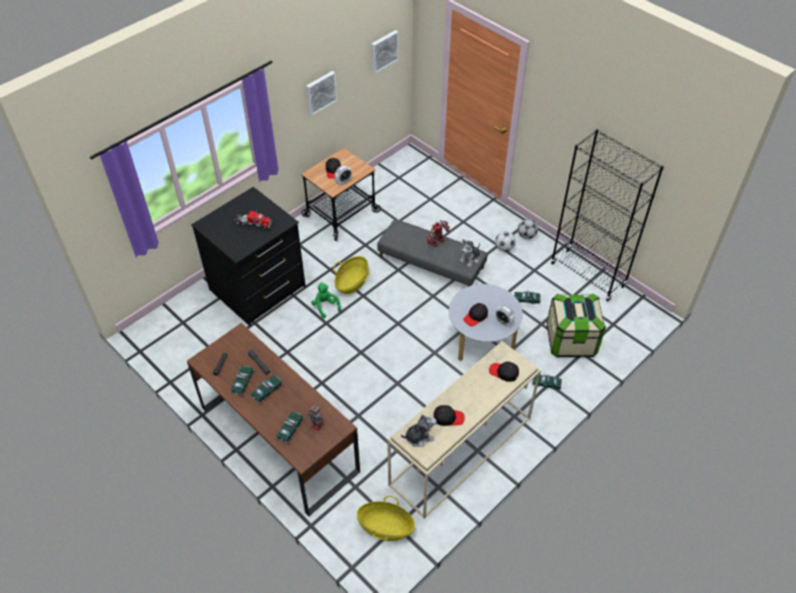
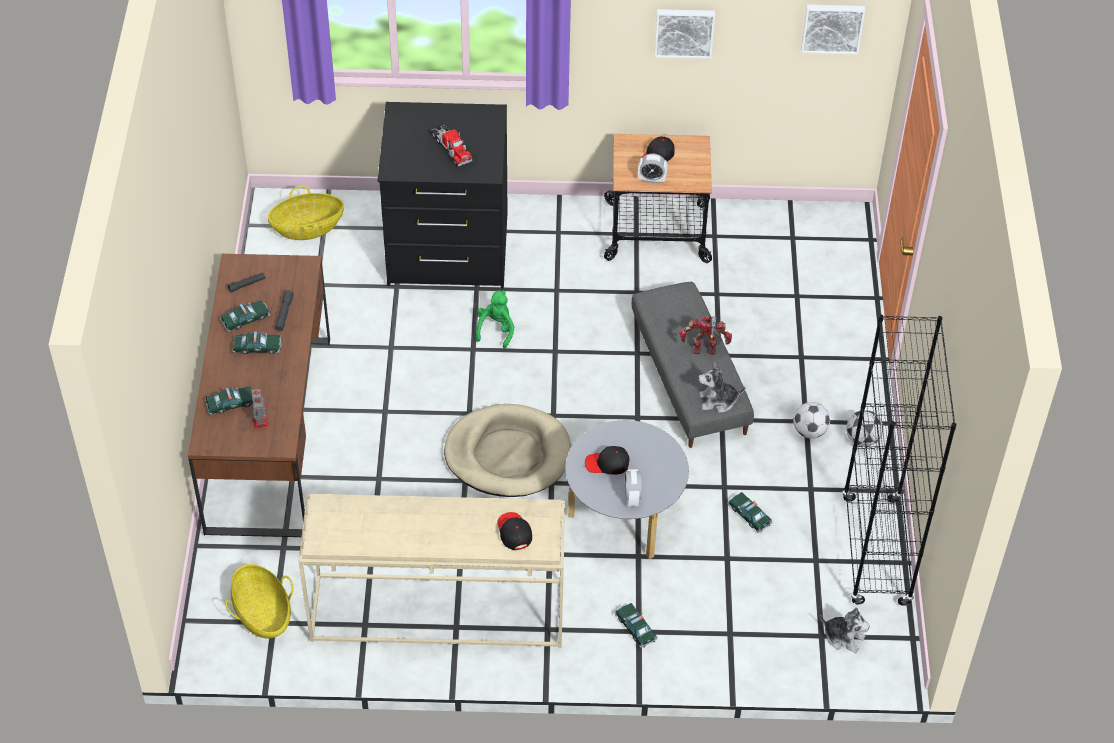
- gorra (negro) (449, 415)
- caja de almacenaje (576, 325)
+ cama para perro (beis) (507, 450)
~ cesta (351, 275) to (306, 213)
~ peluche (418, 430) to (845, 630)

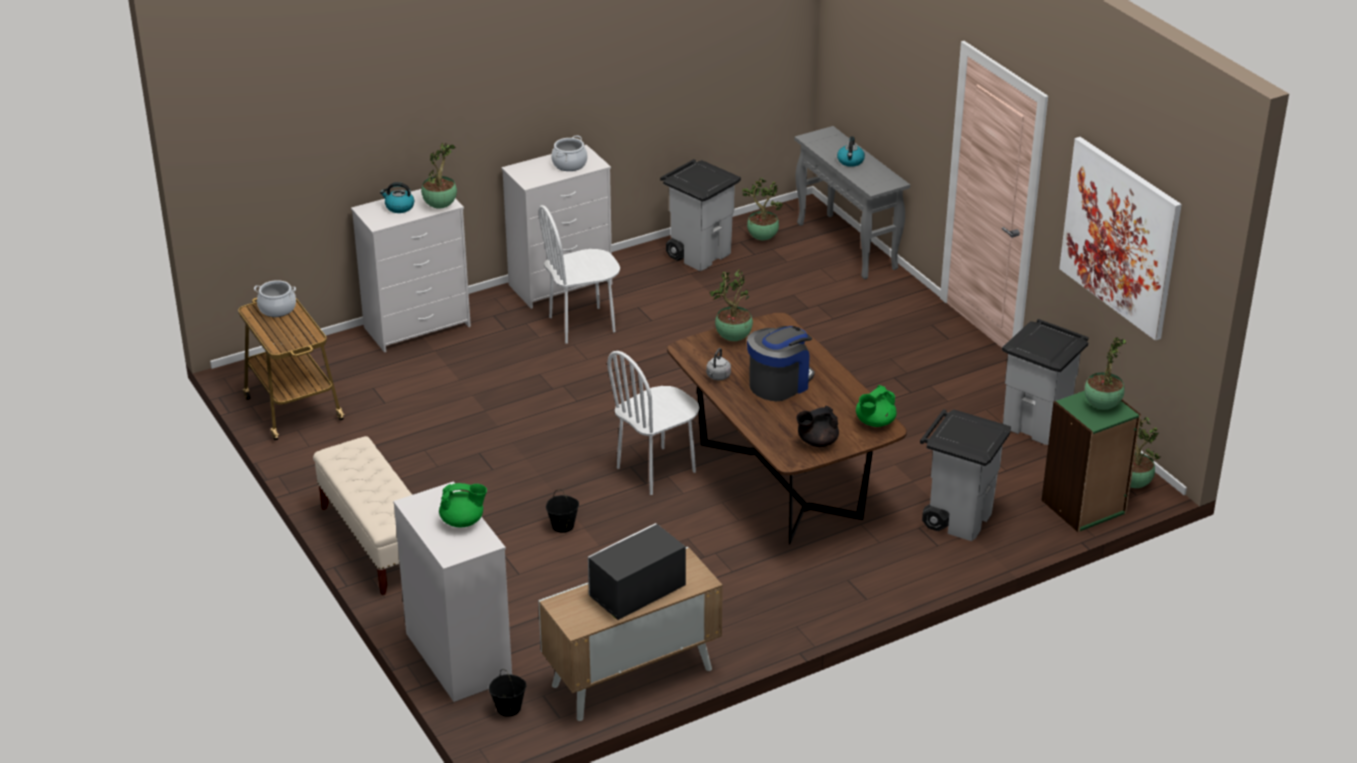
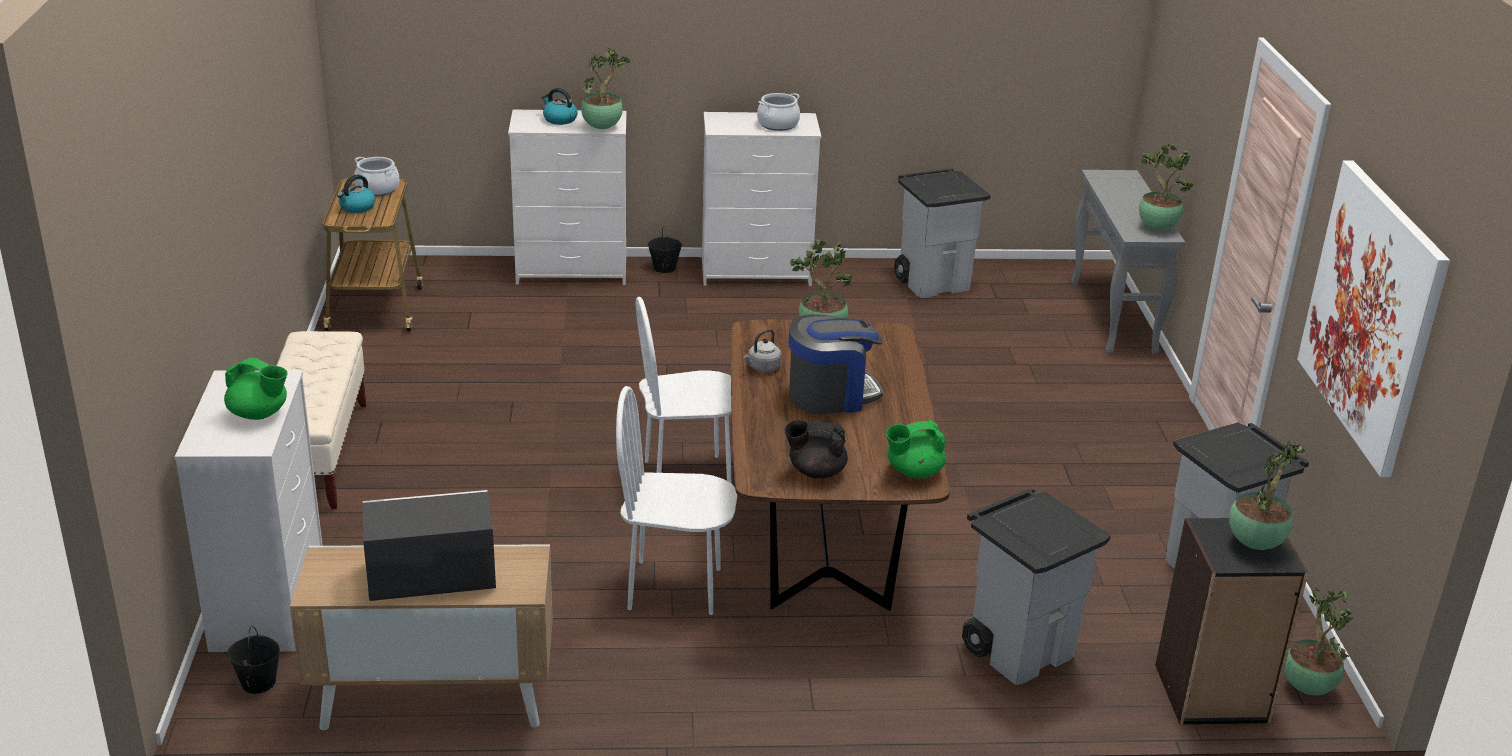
~ silla (blanco) (579, 274) to (676, 500)
~ cubo (negro) (562, 511) to (664, 249)
~ planta en maceta (762, 209) to (1166, 186)
~ hervidor (851, 152) to (356, 194)
~ estantería (verde) (1091, 461) to estantería (negro) (1232, 621)

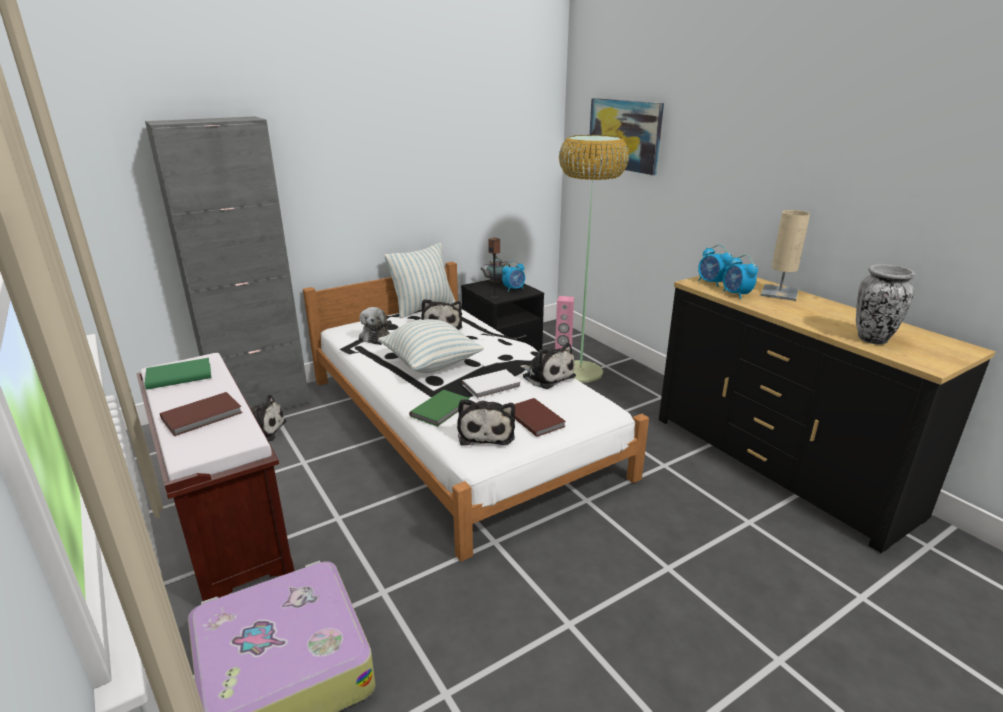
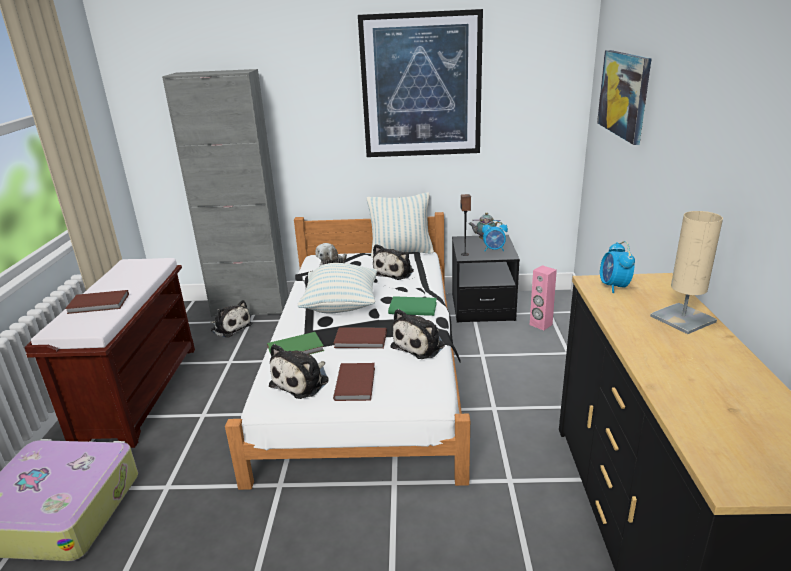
- lámpara de pie (594, 258)
- despertador (740, 277)
- florero (885, 304)
+ cuadro (420, 83)
~ libro (verde) (178, 374) to (412, 306)
~ libro (blanco) (491, 383) to libro (marrón) (360, 338)
~ peluche (548, 366) = (418, 334) 45 degrees clockwise

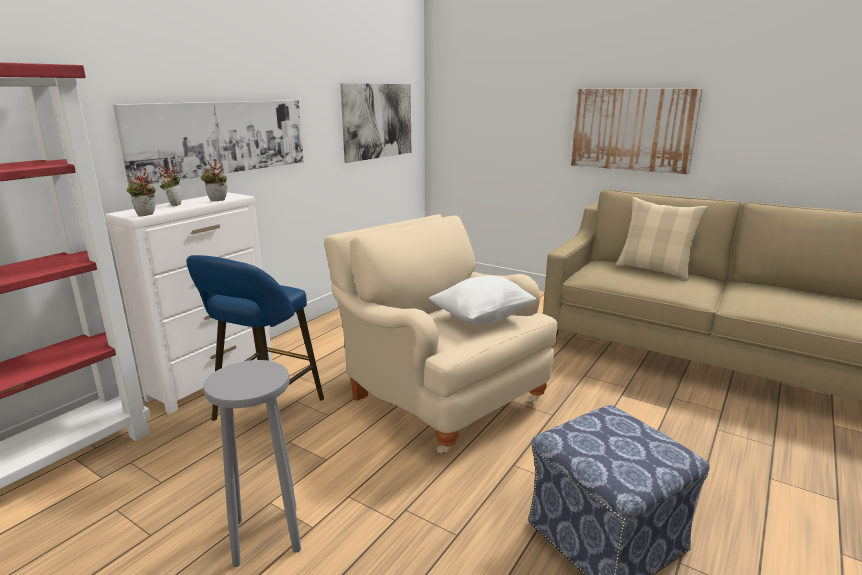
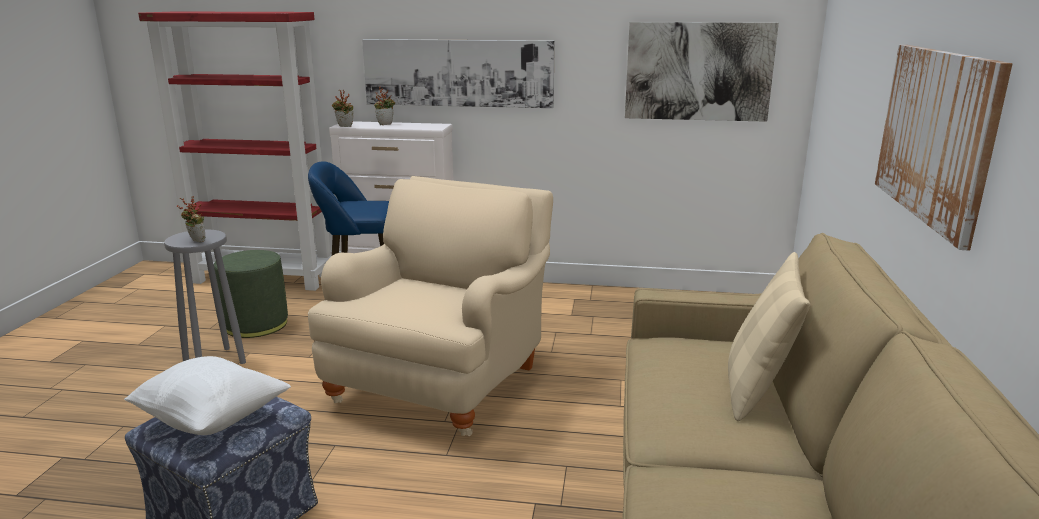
+ puf (verde) (251, 294)
~ planta en maceta (214, 180) to (191, 219)
~ cojín (blanco) (482, 299) to (207, 395)

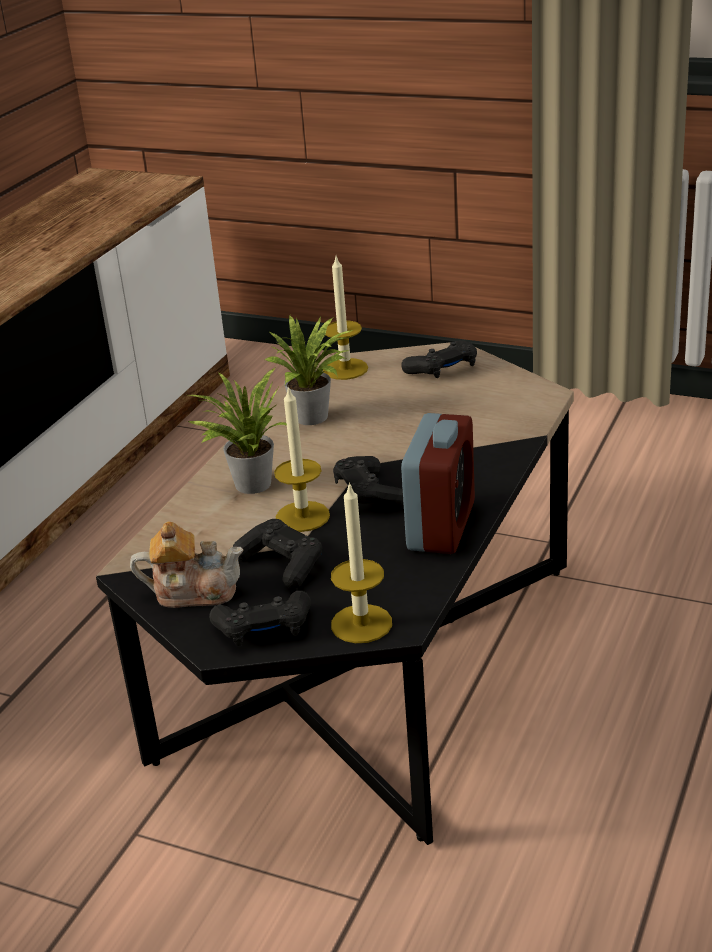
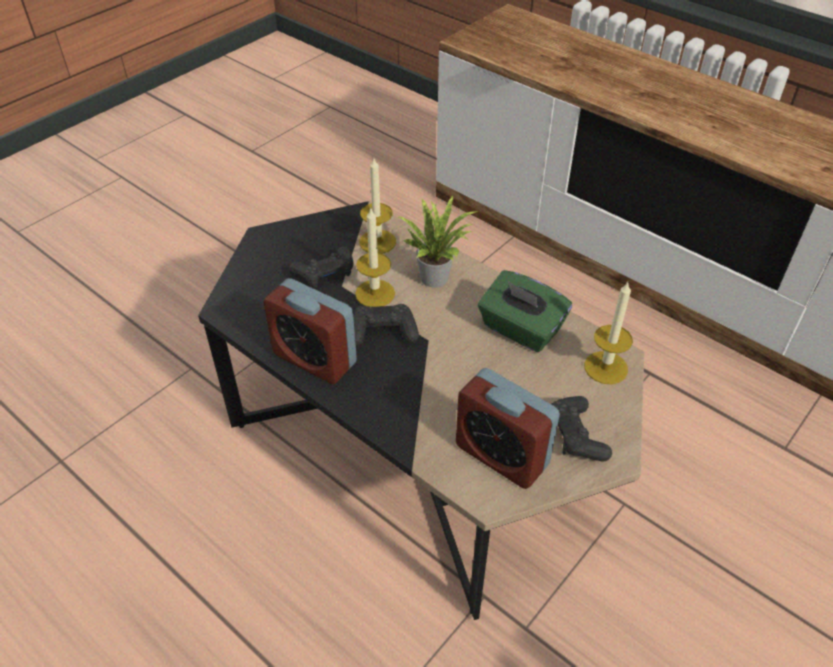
- tetera (186, 564)
- mando de consola (negro) (260, 618)
+ despertador (508, 428)
~ vela (361, 562) to (377, 206)
~ planta en maceta (309, 370) to caja de pañuelos (verde) (525, 311)

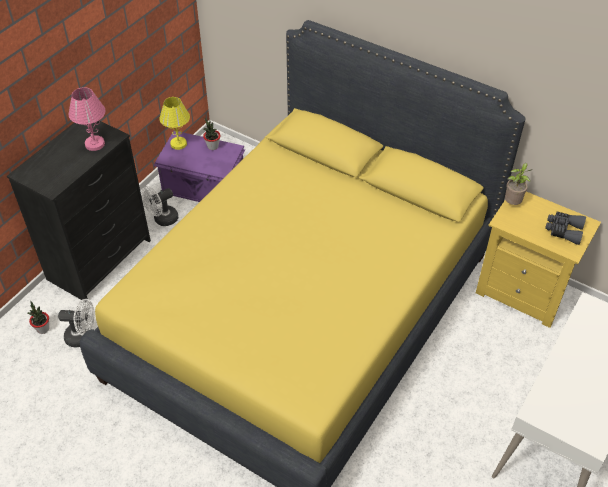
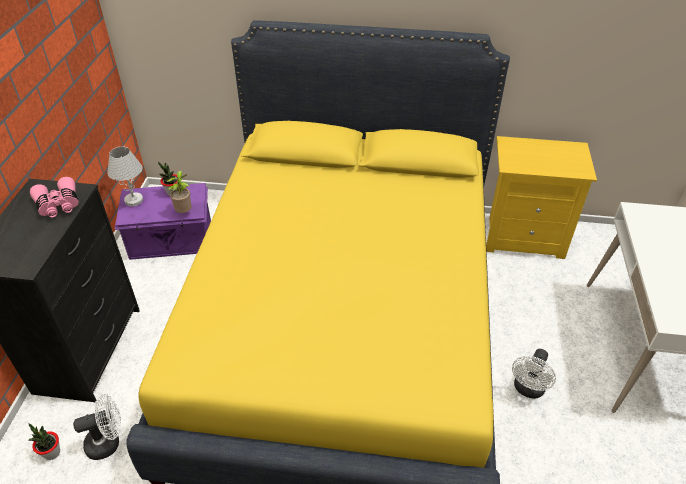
- prismáticos (gris) (565, 228)
~ ventilador (blanco) (159, 206) to (534, 374)
~ planta en maceta (518, 184) to (179, 191)
~ lámpara de mesa (rosa) (87, 119) to prismáticos (rosa) (54, 197)
~ lámpara de mesa (amarillo) (174, 123) to lámpara de mesa (blanco) (125, 176)

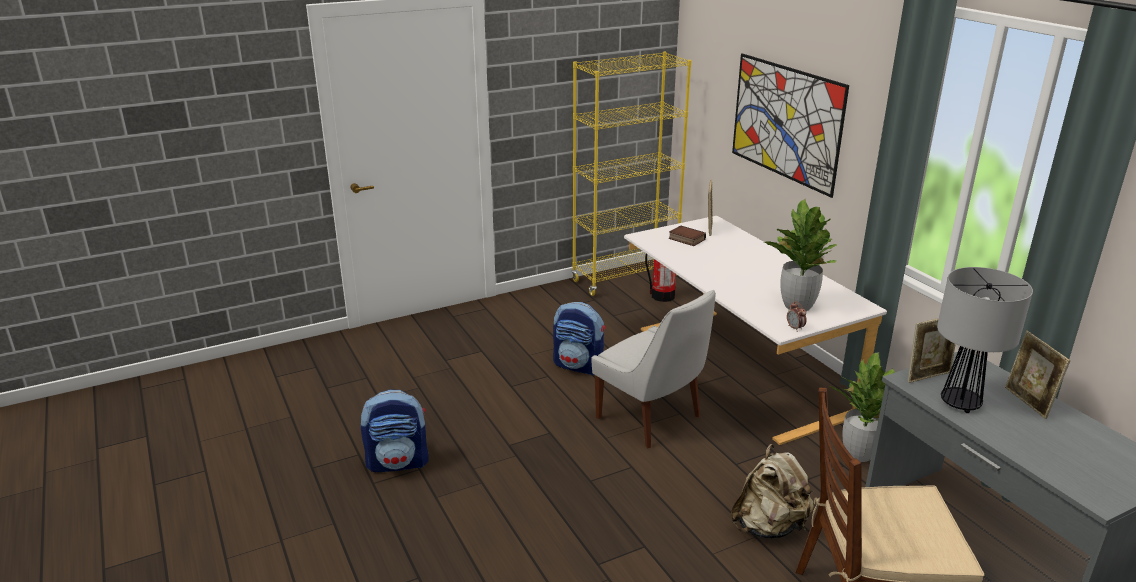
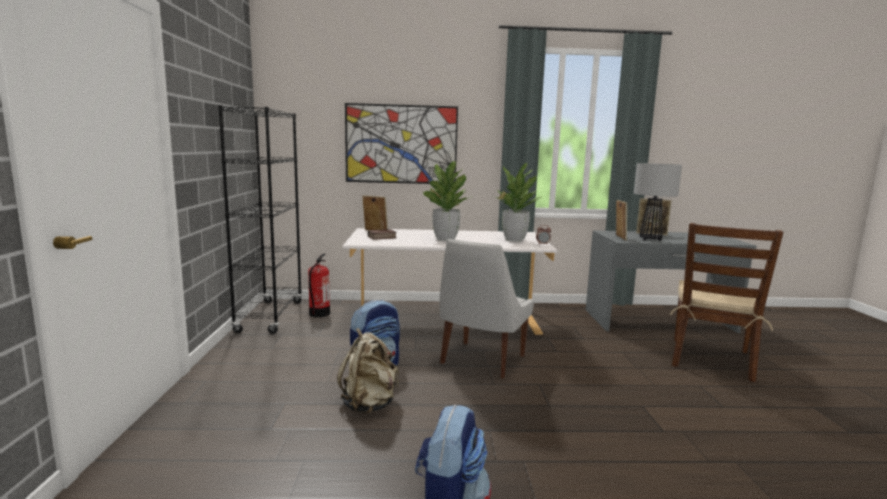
~ mochila (beis) (772, 491) to (368, 371)
~ planta en maceta (862, 407) to (448, 201)
~ estantería (amarillo) (632, 173) to estantería (negro) (260, 219)
~ silla (blanco) (654, 369) = (486, 309) 135 degrees clockwise

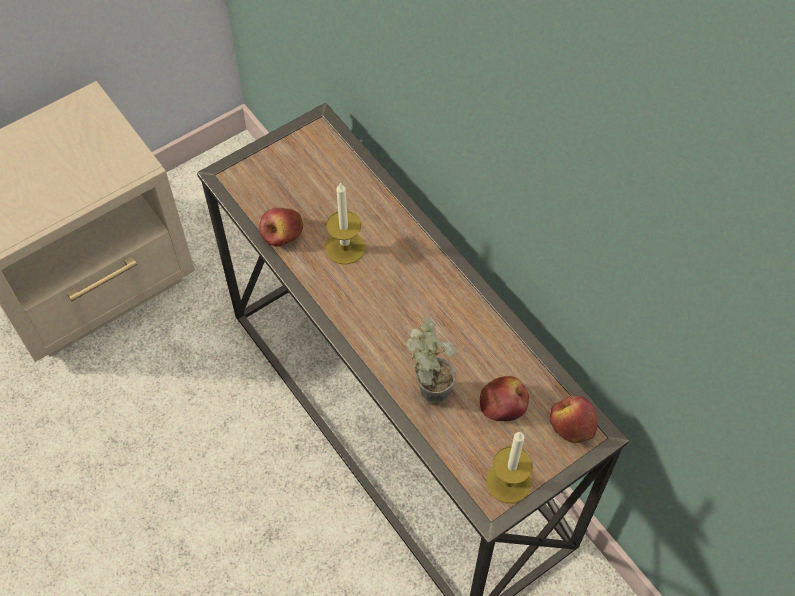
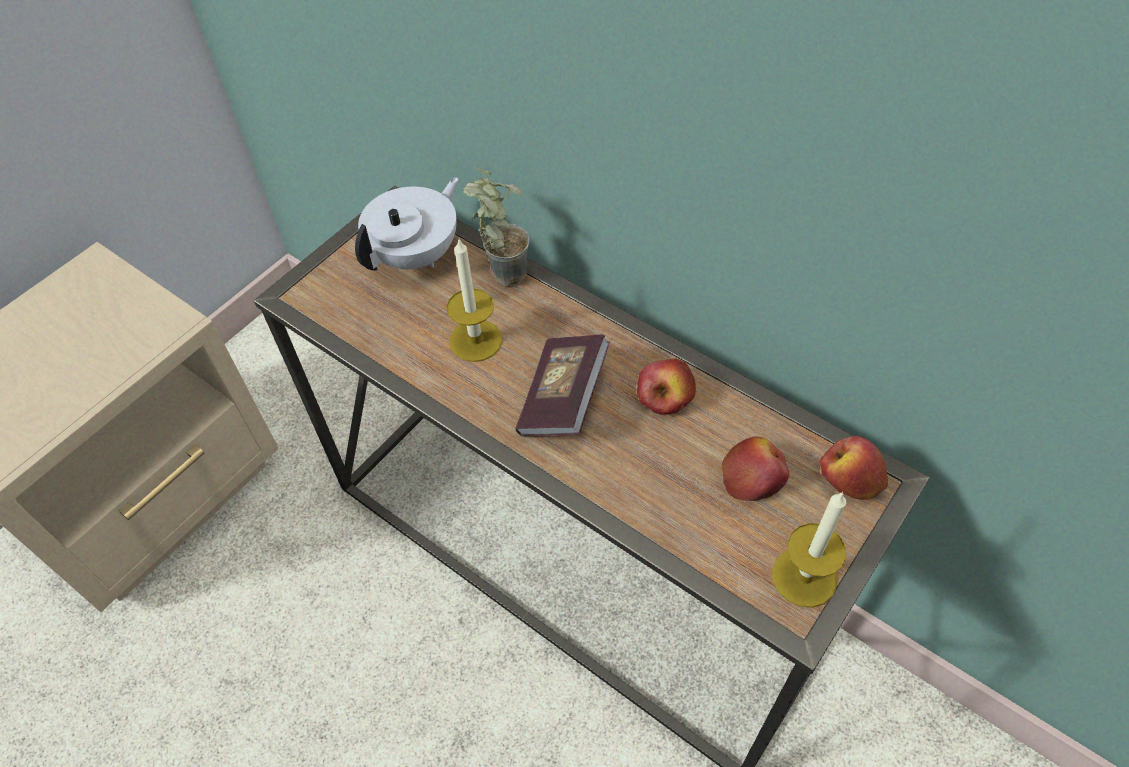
+ tetera (blanco) (407, 223)
+ libro (563, 385)
~ manzana (281, 227) to (666, 386)
~ planta en maceta (431, 361) to (496, 226)

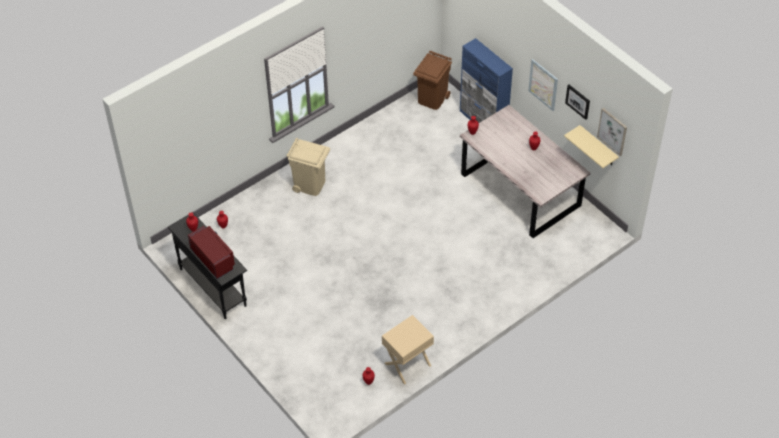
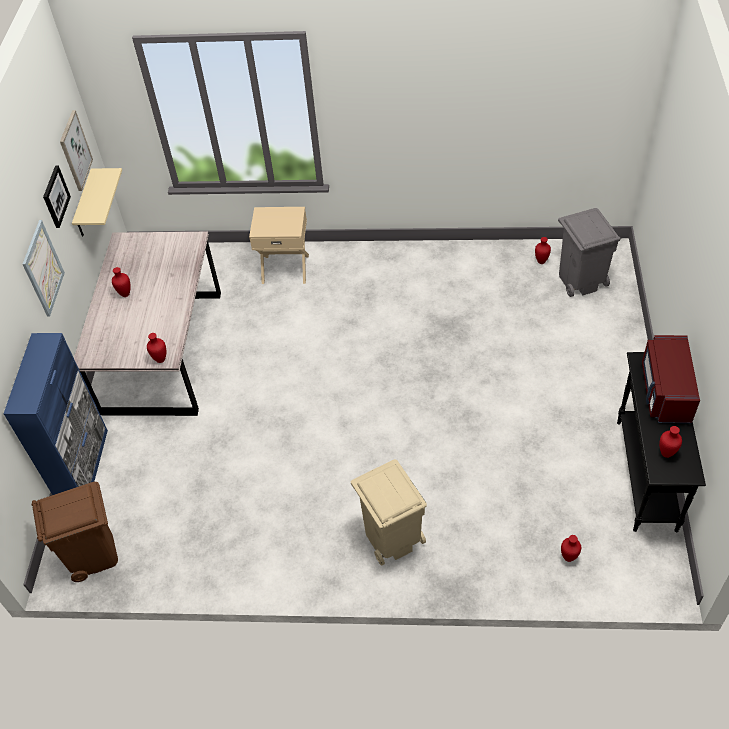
+ papelera (gris) (589, 252)
~ mesita de noche (beis) (408, 349) to (279, 245)

